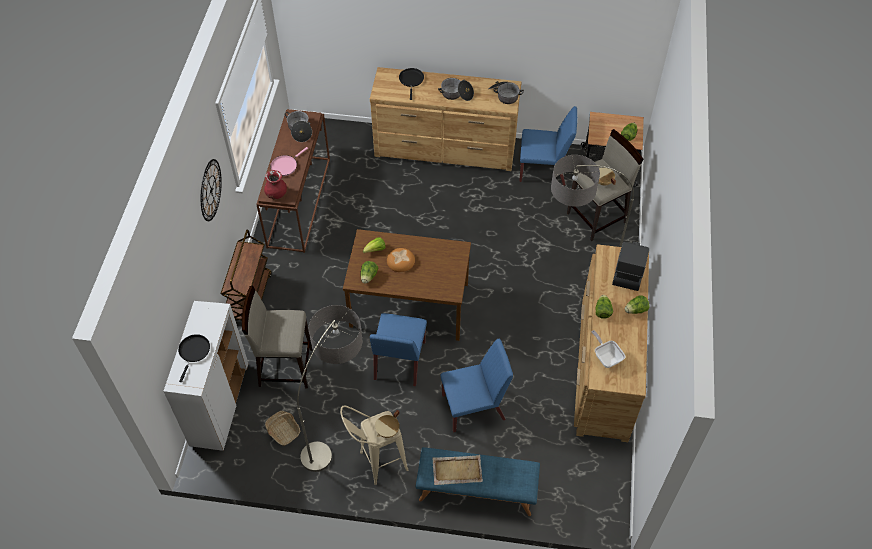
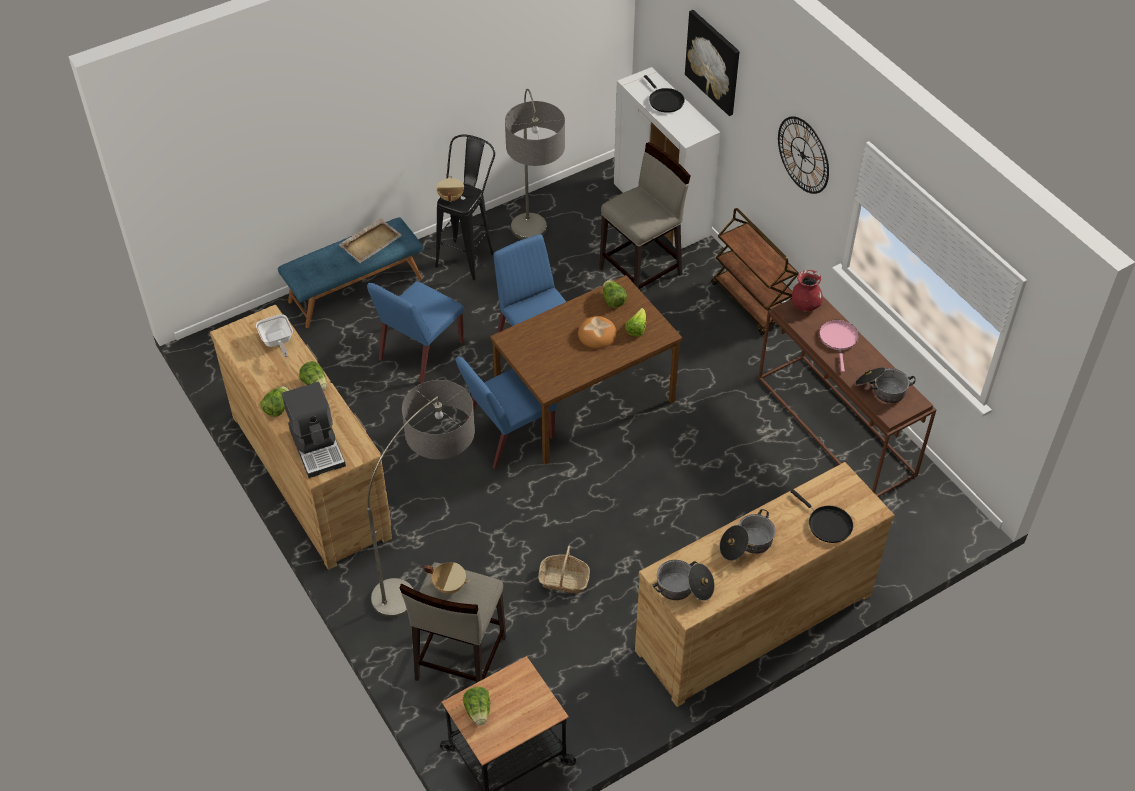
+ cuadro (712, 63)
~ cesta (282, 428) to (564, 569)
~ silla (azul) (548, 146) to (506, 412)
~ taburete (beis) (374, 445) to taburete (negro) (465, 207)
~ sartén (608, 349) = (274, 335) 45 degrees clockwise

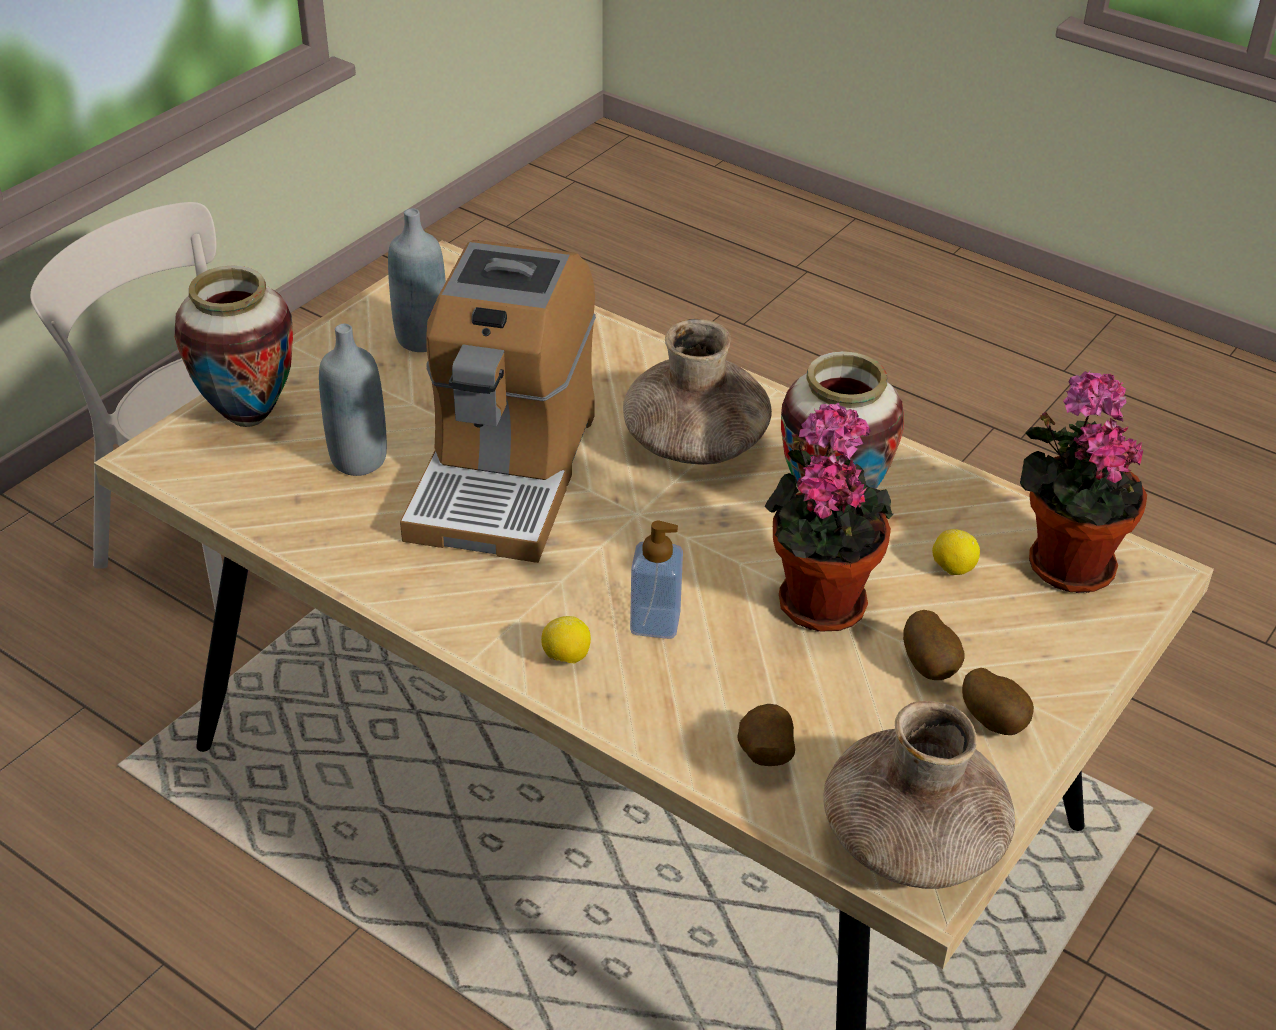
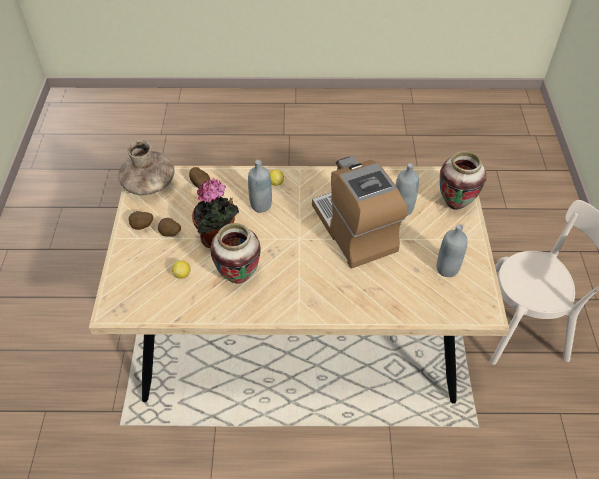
- florero (marrón) (697, 392)
- planta en maceta (1083, 482)
~ dispensador de jabón (656, 580) to botella (gris) (260, 186)

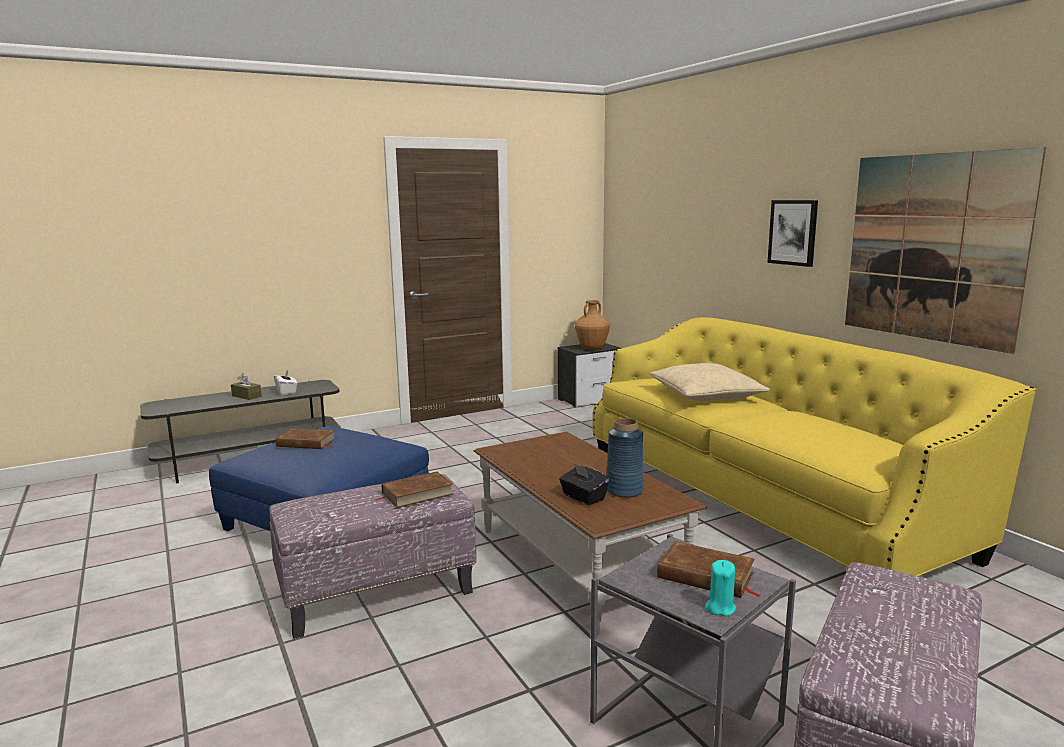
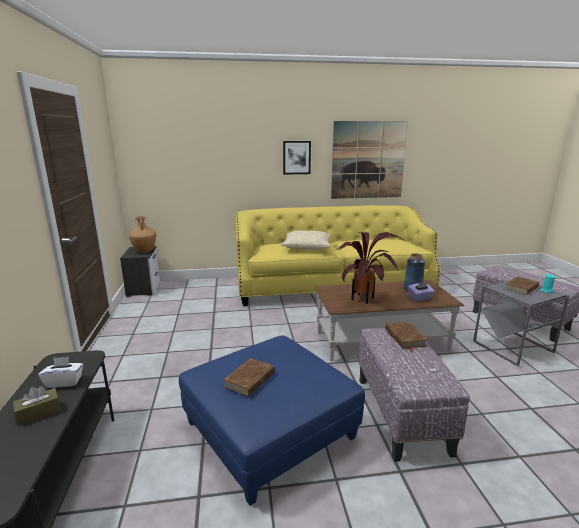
+ planta en maceta (370, 268)
~ caja de pañuelos (negro) (584, 484) to caja de pañuelos (morado) (421, 291)

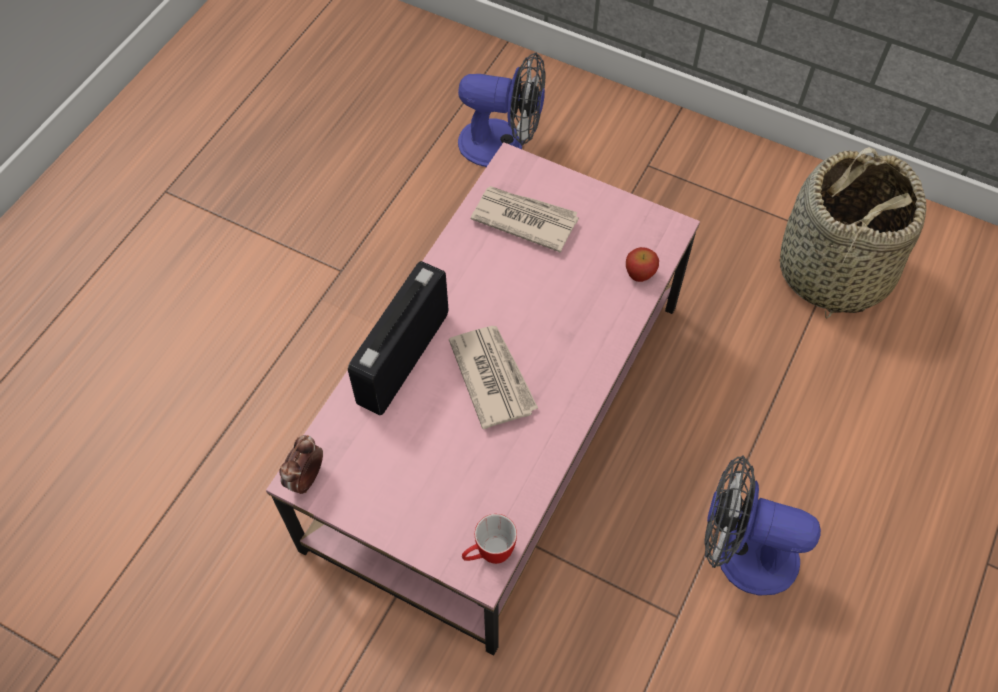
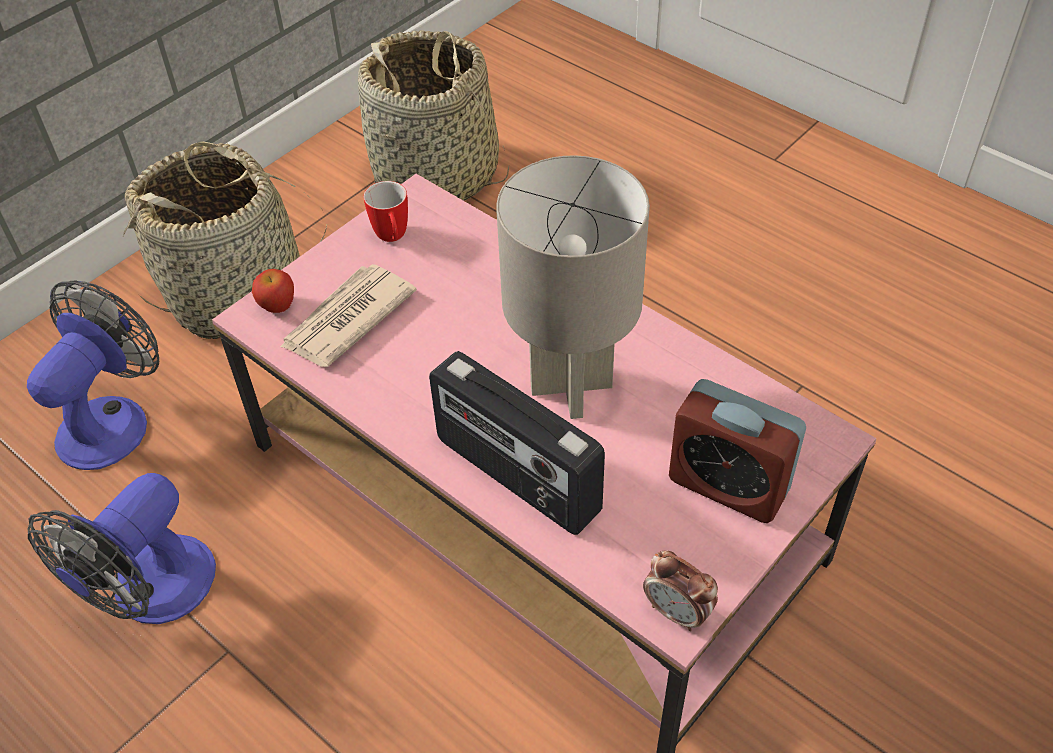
+ cesta (225, 240)
+ despertador (737, 451)
~ taza grande (489, 539) to (386, 211)
~ manzana (642, 264) to (273, 291)
~ ventilador (762, 525) to (121, 548)
~ periódico (493, 377) to lámpara de mesa (gris) (573, 287)

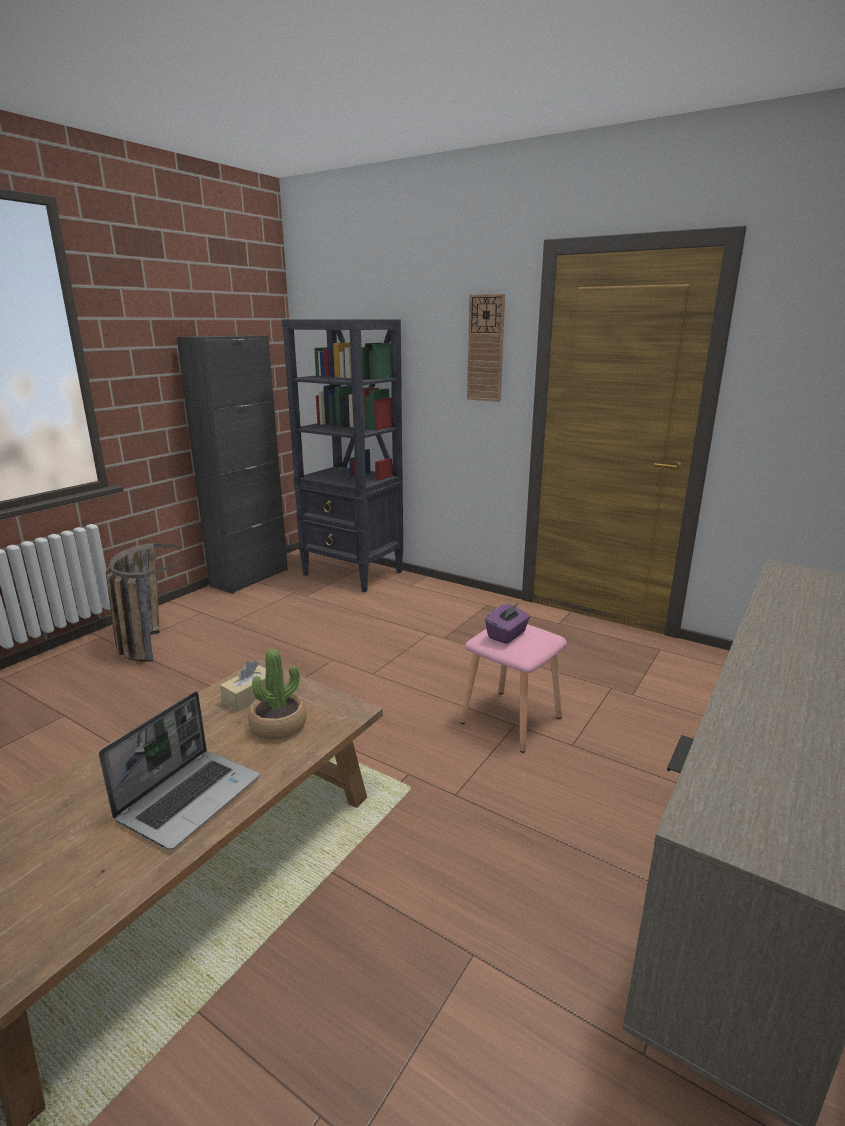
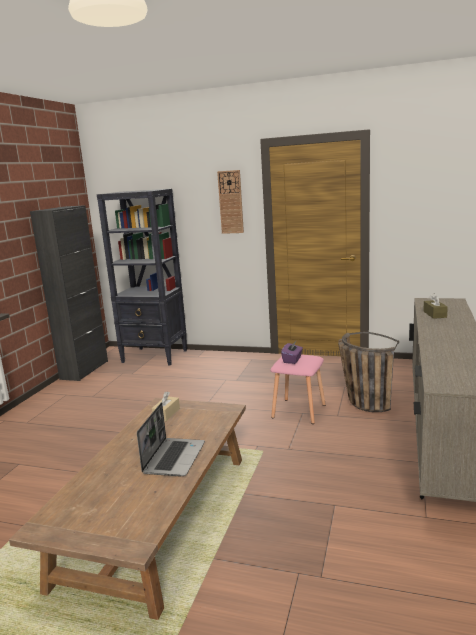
- planta en maceta (277, 694)
+ caja de pañuelos (marrón) (435, 306)
~ cesta (143, 602) to (368, 372)

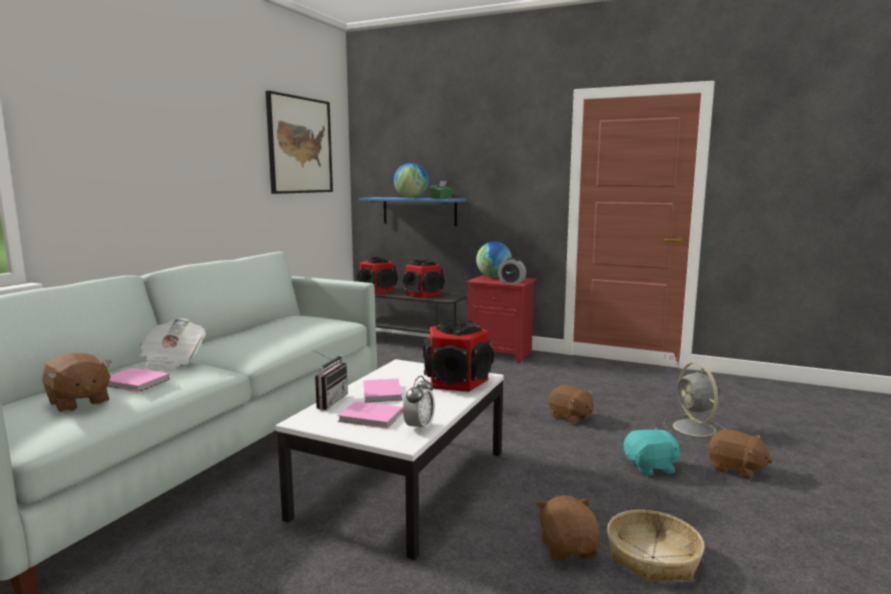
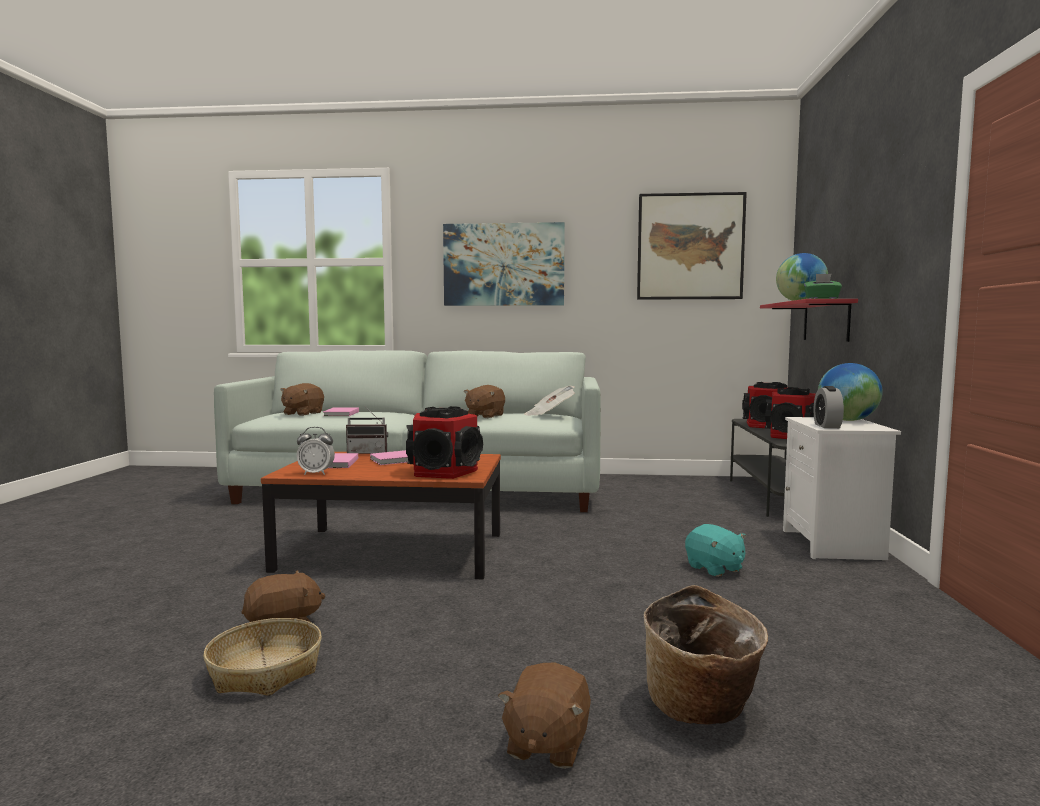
+ cuadro (504, 264)
~ periódico (173, 344) to (549, 401)
~ peluche (marrón) (571, 404) to (484, 401)
~ peluche (turquesa) (652, 451) to (715, 550)
~ ventilador (gris) (694, 401) to cesta (706, 655)
~ mesa de centro (blanco) (390, 459) to mesa de centro (marrón) (381, 515)
~ estante (azul) (412, 211) to estante (rojo) (809, 320)
~ mesita de noche (rojo) (501, 319) to mesita de noche (blanco) (842, 488)

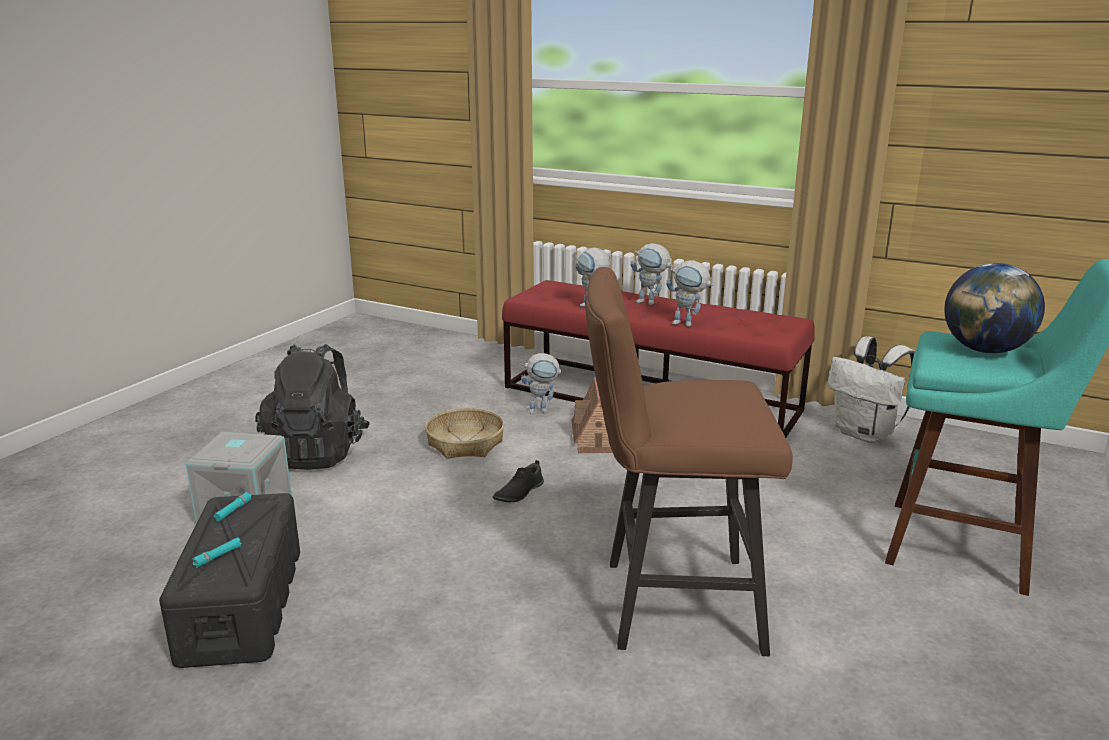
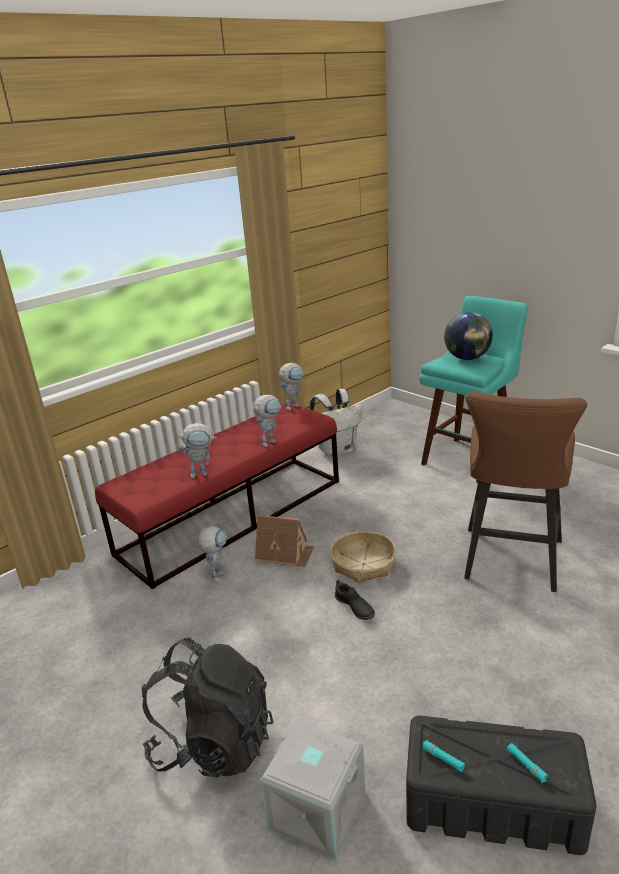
~ cesta (464, 433) to (363, 557)
~ robot de juguete (651, 274) to (291, 386)

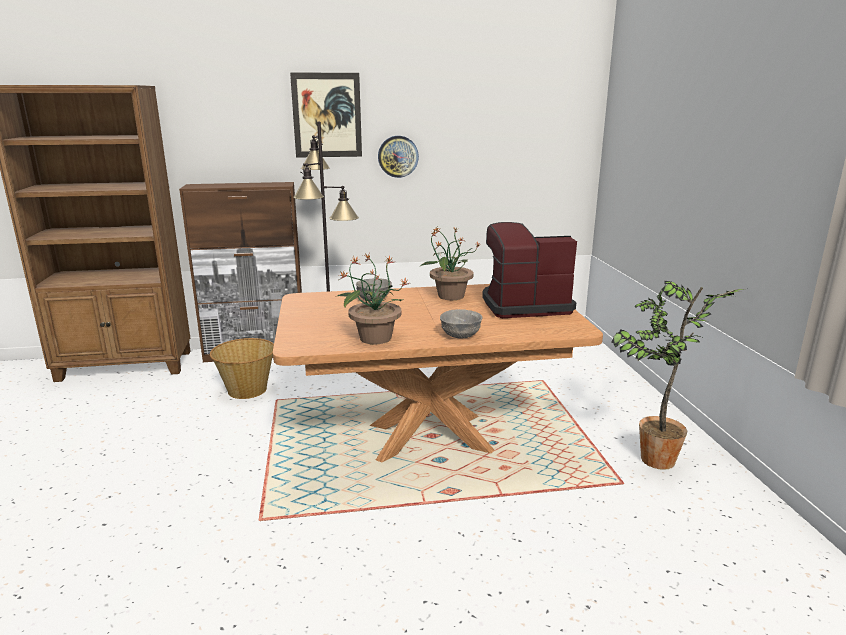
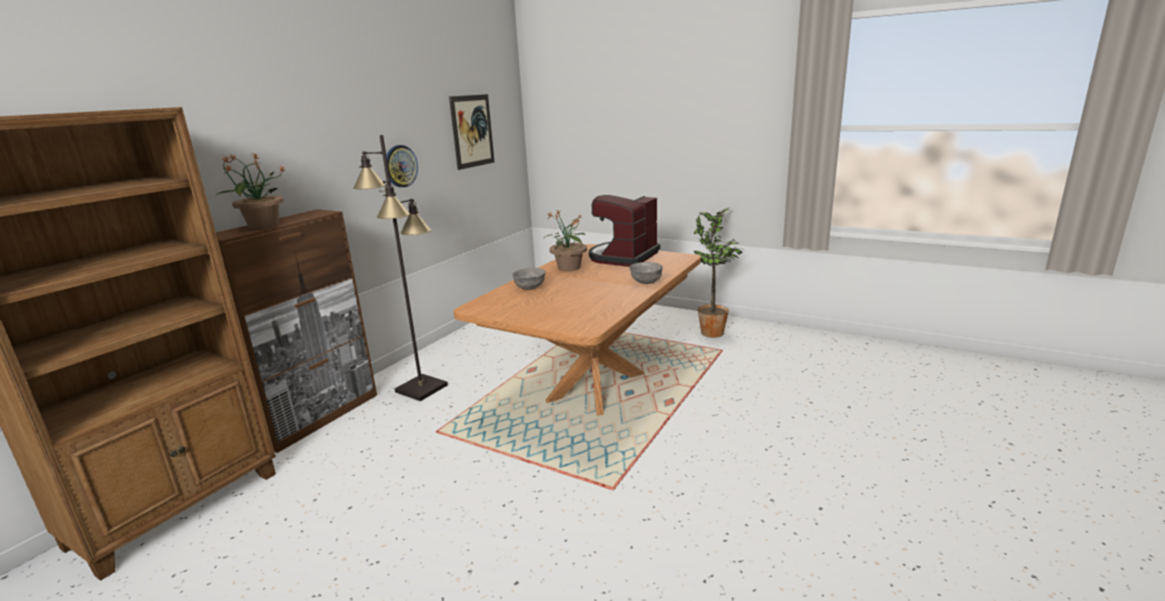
- cesta (242, 368)
~ cuadro (326, 115) to (471, 132)
~ planta en maceta (373, 298) to (250, 191)

